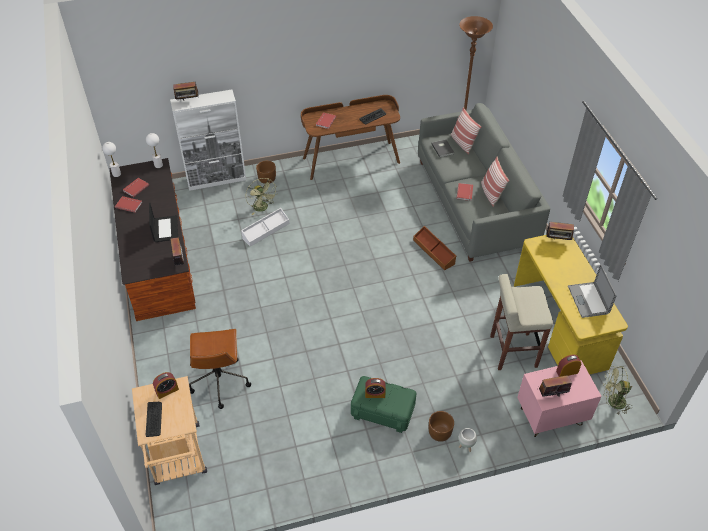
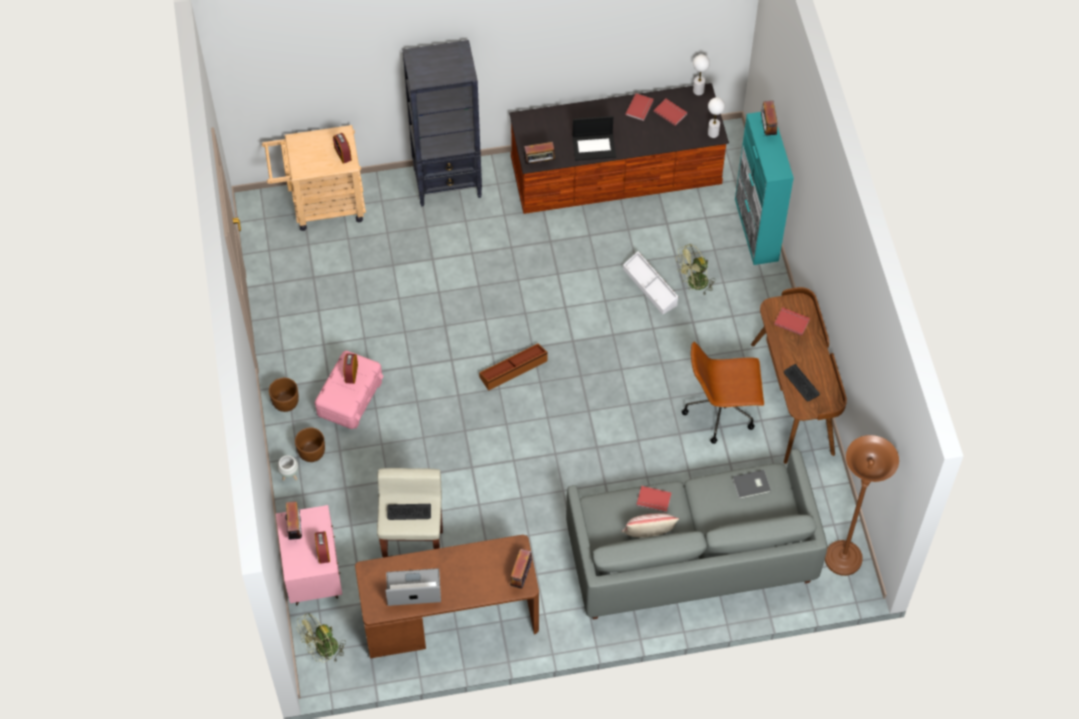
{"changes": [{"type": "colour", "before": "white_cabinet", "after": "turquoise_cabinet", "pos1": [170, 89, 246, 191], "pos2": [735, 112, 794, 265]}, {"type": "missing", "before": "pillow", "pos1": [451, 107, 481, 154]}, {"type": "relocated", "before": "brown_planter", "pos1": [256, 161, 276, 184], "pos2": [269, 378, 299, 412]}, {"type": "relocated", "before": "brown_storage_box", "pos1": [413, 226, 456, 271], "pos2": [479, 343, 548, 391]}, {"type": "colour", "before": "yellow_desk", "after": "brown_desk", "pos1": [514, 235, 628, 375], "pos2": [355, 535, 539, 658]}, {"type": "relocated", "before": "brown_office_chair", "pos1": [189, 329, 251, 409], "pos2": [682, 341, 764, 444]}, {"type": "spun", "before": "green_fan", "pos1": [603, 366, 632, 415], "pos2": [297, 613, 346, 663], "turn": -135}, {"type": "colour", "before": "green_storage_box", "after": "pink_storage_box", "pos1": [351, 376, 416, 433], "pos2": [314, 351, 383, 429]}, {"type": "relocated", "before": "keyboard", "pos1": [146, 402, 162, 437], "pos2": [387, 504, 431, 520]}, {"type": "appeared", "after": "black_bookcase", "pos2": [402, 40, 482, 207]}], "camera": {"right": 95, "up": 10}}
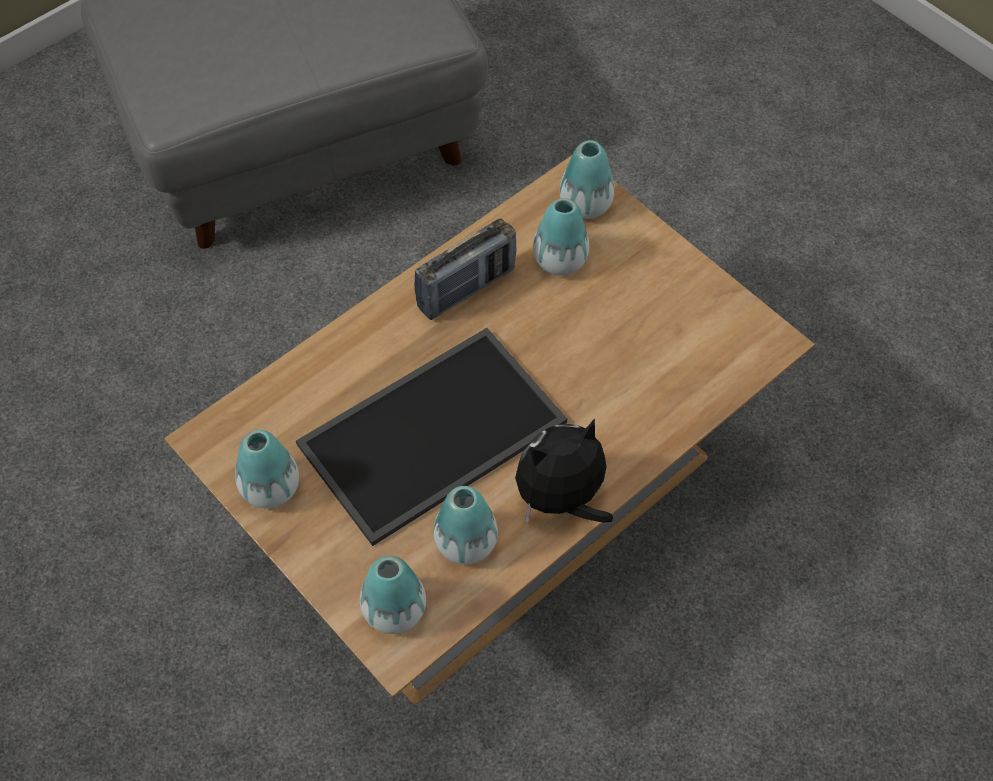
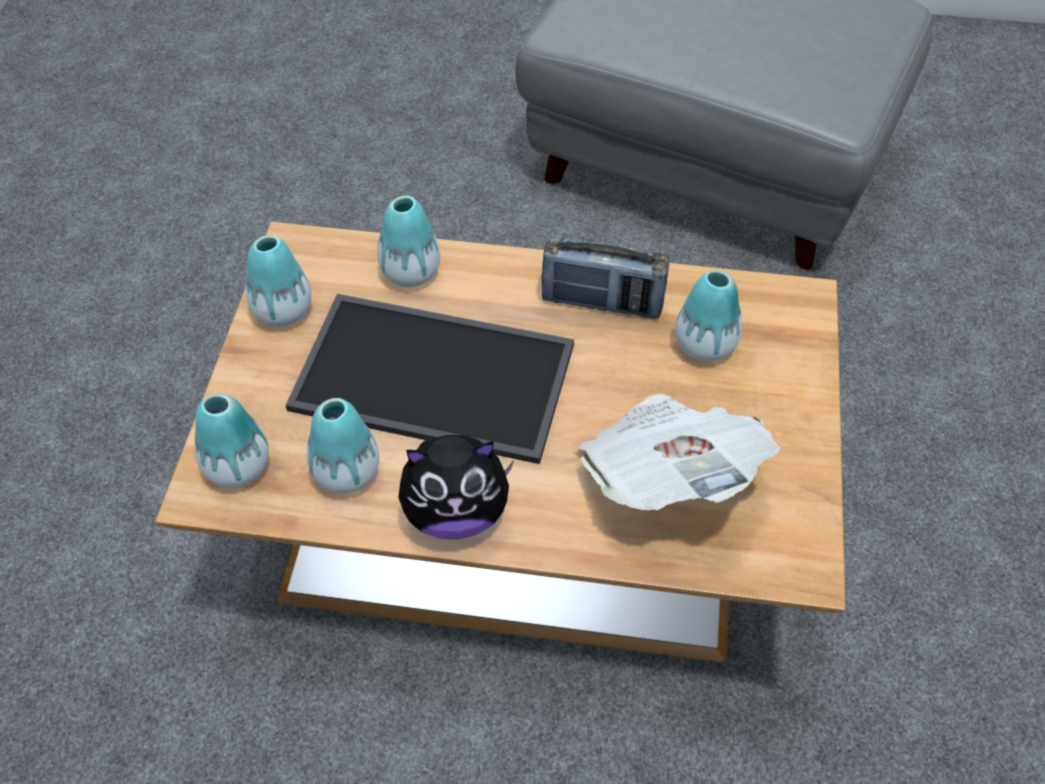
{"changes": [{"type": "relocated", "before": "vase", "pos1": [560, 140, 614, 219], "pos2": [377, 196, 440, 287]}, {"type": "spun", "before": "plush_toy", "pos1": [515, 418, 613, 524], "pos2": [398, 435, 514, 540], "turn": 150}, {"type": "appeared", "after": "newspaper", "pos2": [577, 394, 780, 510]}], "camera": {"right": 50, "up": -5}}
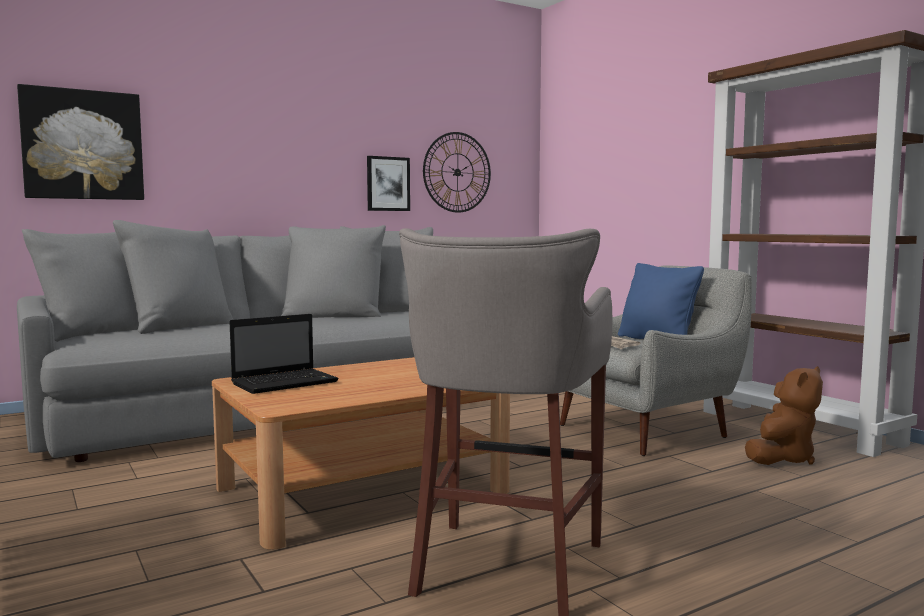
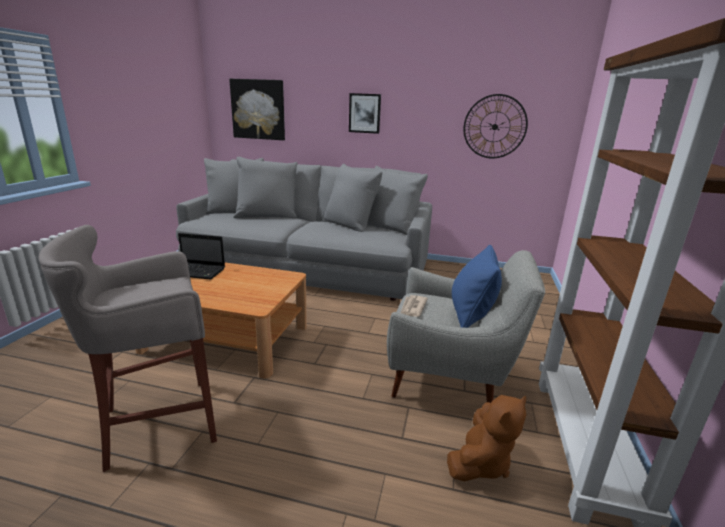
{"changes": [{"type": "relocated", "before": "picture", "pos1": [367, 156, 410, 211], "pos2": [349, 93, 381, 134]}, {"type": "spun", "before": "brown_plush_toy", "pos1": [745, 366, 823, 465], "pos2": [447, 395, 526, 482], "turn": -45}], "camera": {"right": 45, "up": 15}}
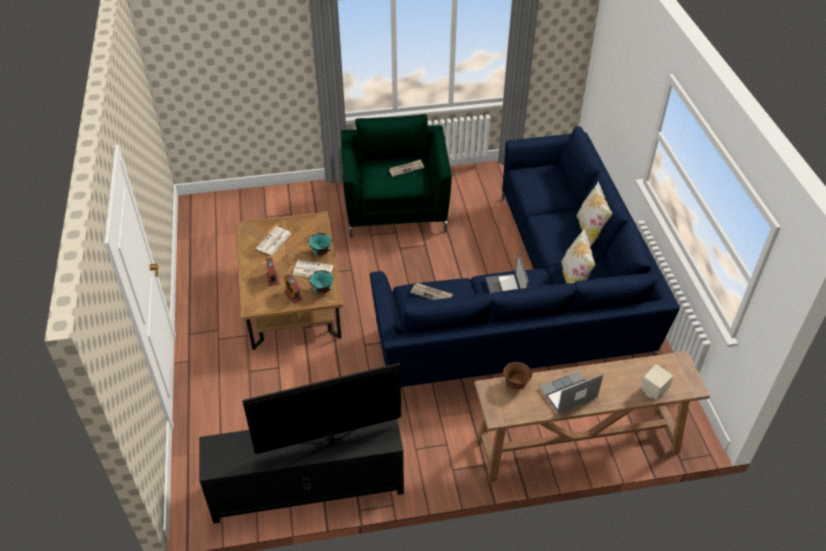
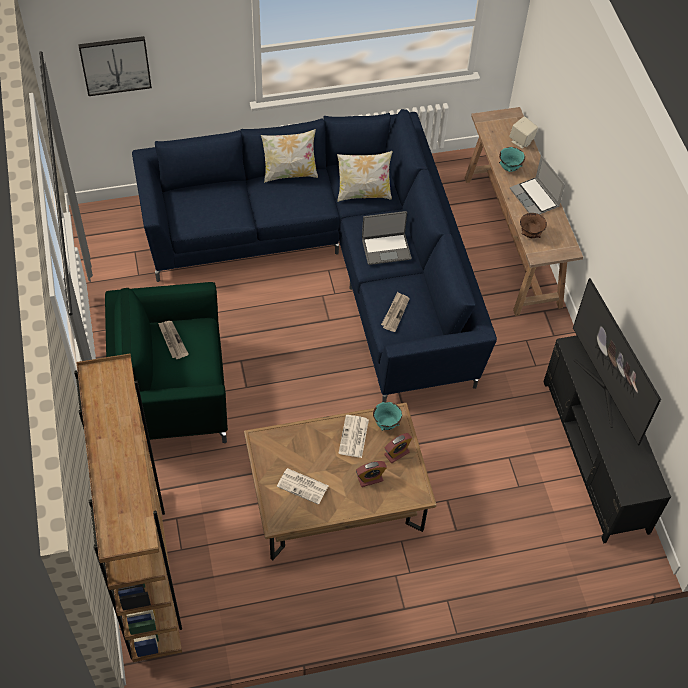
{"changes": [{"type": "relocated", "before": "turquoise_bowl", "pos1": [308, 233, 332, 256], "pos2": [499, 147, 525, 172]}, {"type": "appeared", "after": "picture", "pos2": [78, 36, 152, 96]}, {"type": "appeared", "after": "brown_bookcase", "pos2": [74, 353, 182, 662]}], "camera": {"right": -95, "up": 10}}
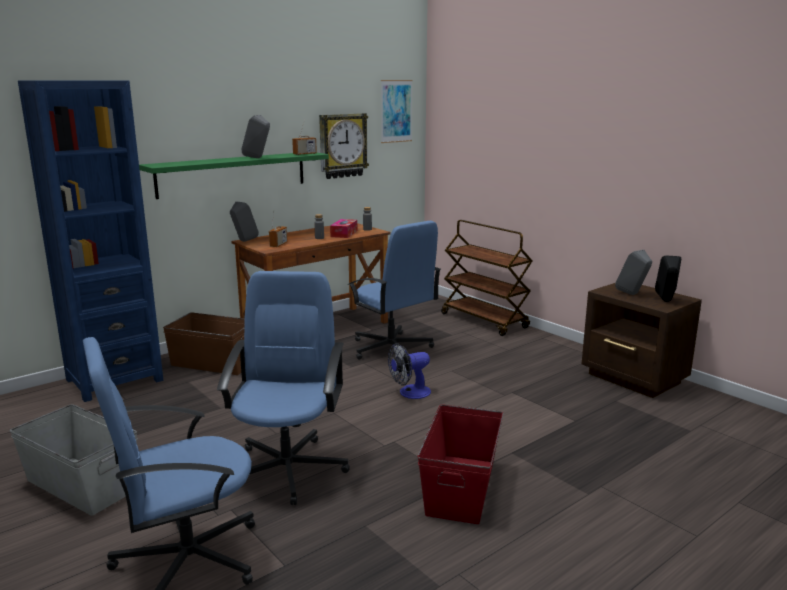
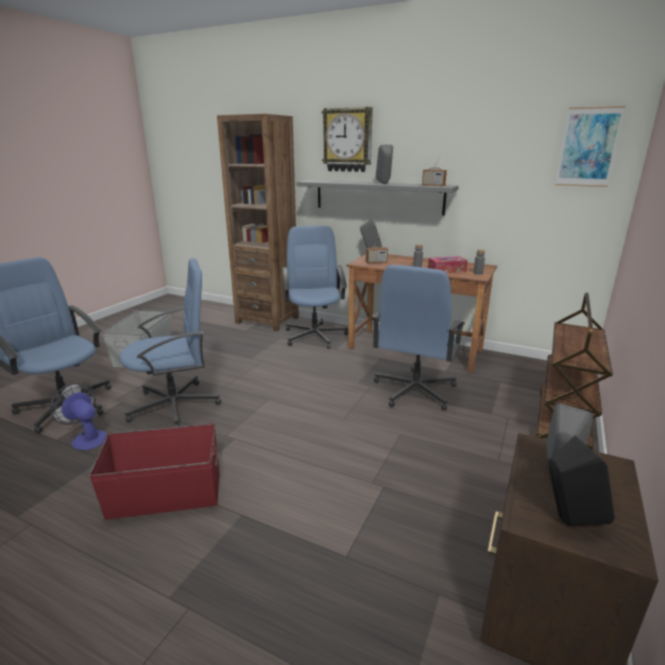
{"changes": [{"type": "colour", "before": "blue_bookcase", "after": "brown_bookcase", "pos1": [18, 80, 163, 402], "pos2": [217, 114, 299, 331]}, {"type": "relocated", "before": "wall_clock", "pos1": [319, 113, 369, 179], "pos2": [322, 107, 373, 172]}, {"type": "colour", "before": "green_shelf", "after": "grey_shelf", "pos1": [139, 153, 329, 199], "pos2": [296, 180, 459, 216]}, {"type": "exchanged", "before": "brown_storage_box", "after": "blue_office_chair", "pos1": [163, 312, 244, 375], "pos2": [282, 226, 348, 349]}, {"type": "relocated", "before": "fan", "pos1": [388, 343, 431, 399], "pos2": [49, 383, 107, 450]}], "camera": {"right": 65, "up": 5}}
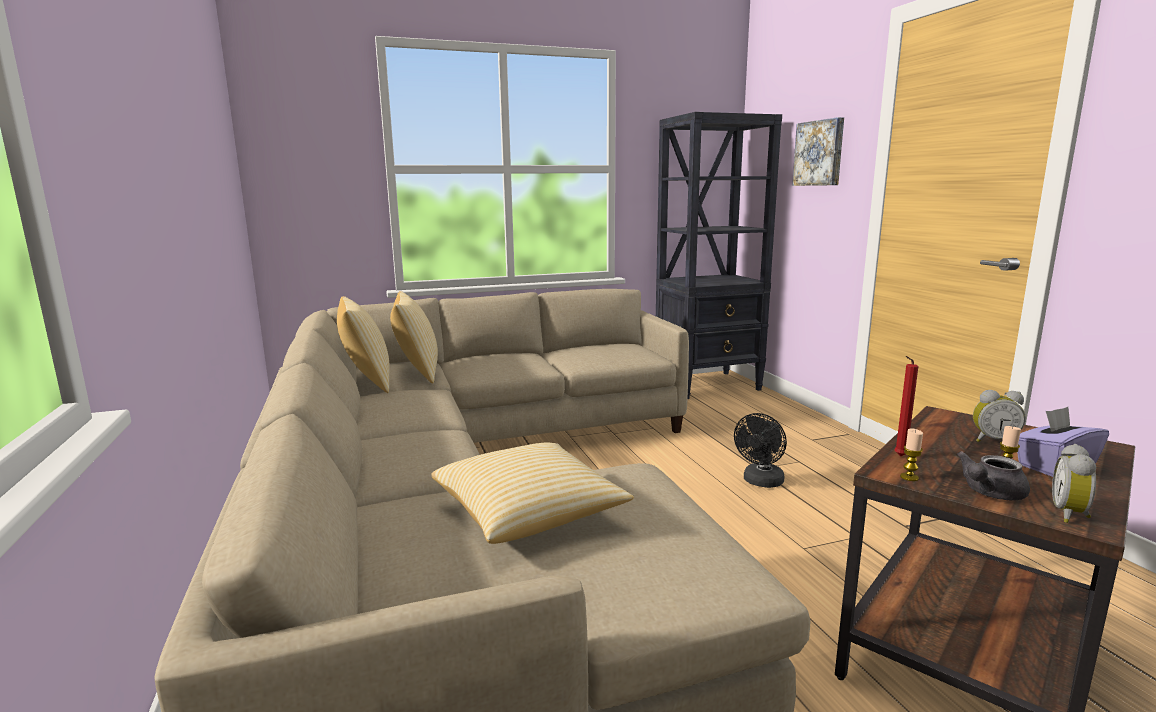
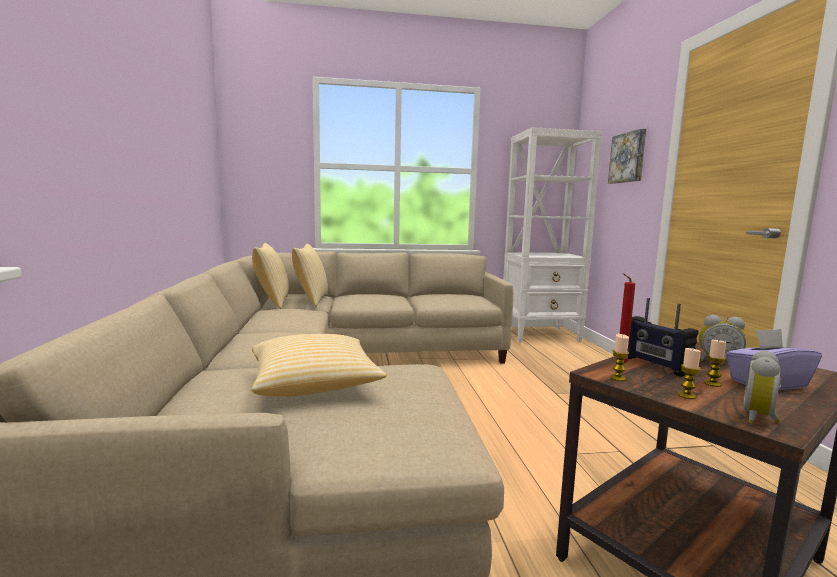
{"changes": [{"type": "colour", "before": "black_bookcase", "after": "white_bookcase", "pos1": [656, 112, 782, 399], "pos2": [503, 127, 602, 343]}, {"type": "missing", "before": "black_fan", "pos1": [734, 413, 787, 488]}, {"type": "exchanged", "before": "grey_teapot", "after": "candle", "pos1": [957, 451, 1030, 500], "pos2": [677, 348, 701, 399]}, {"type": "appeared", "after": "radio", "pos2": [628, 298, 698, 377]}], "camera": {"right": 10, "up": -5}}
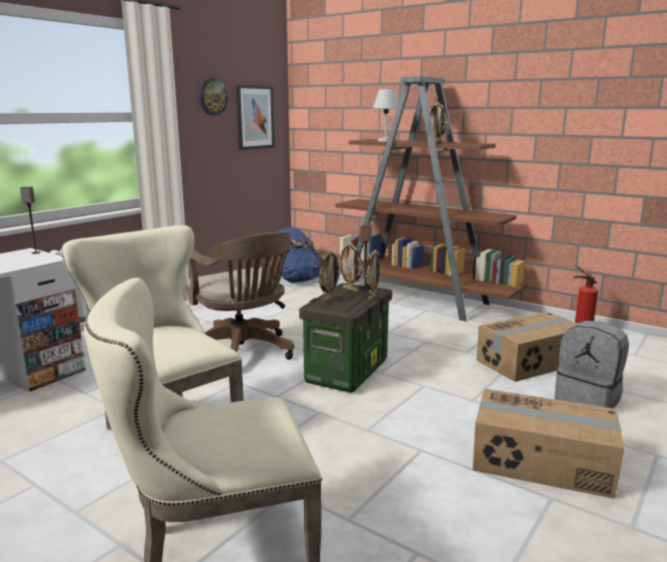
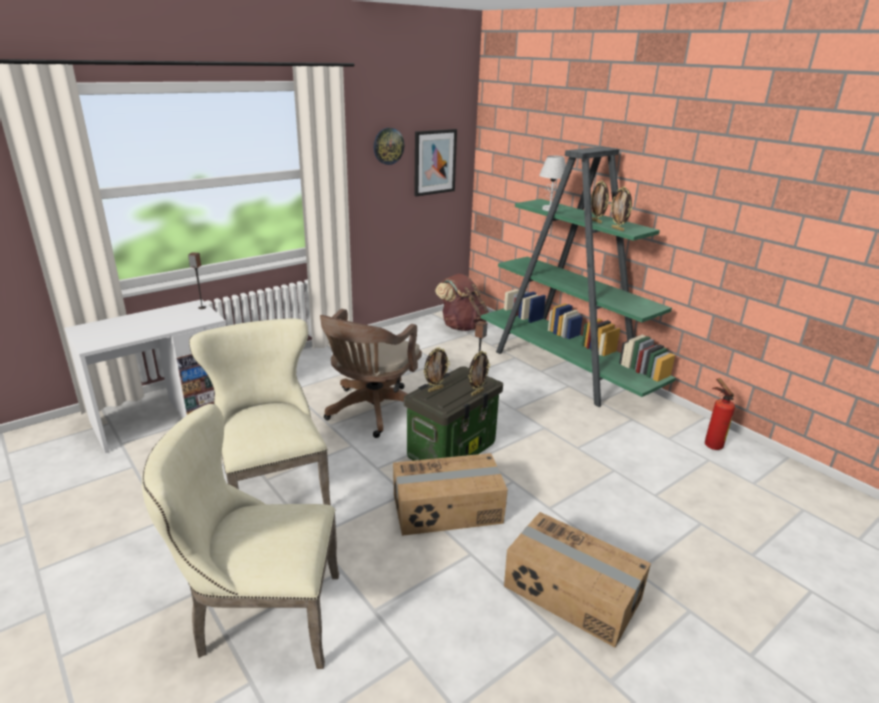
{"changes": [{"type": "colour", "before": "brown_bookcase", "after": "green_bookcase", "pos1": [320, 76, 528, 321], "pos2": [481, 147, 676, 407]}, {"type": "colour", "before": "blue_backpack", "after": "brown_backpack", "pos1": [277, 227, 322, 283], "pos2": [435, 273, 489, 331]}, {"type": "spun", "before": "brown_office_chair", "pos1": [185, 232, 294, 360], "pos2": [320, 309, 422, 438], "turn": 45}, {"type": "relocated", "before": "picture_frame", "pos1": [338, 243, 362, 292], "pos2": [611, 186, 632, 231]}, {"type": "relocated", "before": "cardboard_box", "pos1": [477, 312, 577, 382], "pos2": [393, 453, 508, 536]}, {"type": "missing", "before": "grey_backpack", "pos1": [555, 321, 629, 408]}], "camera": {"right": 15, "up": 10}}
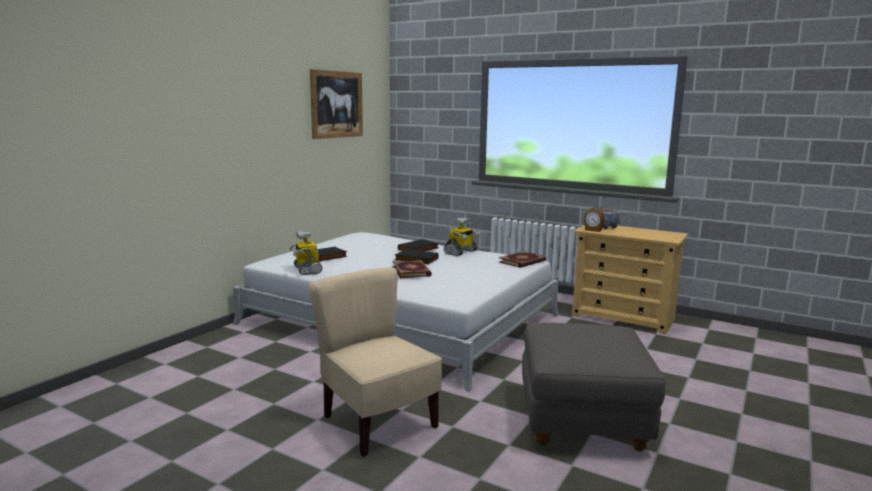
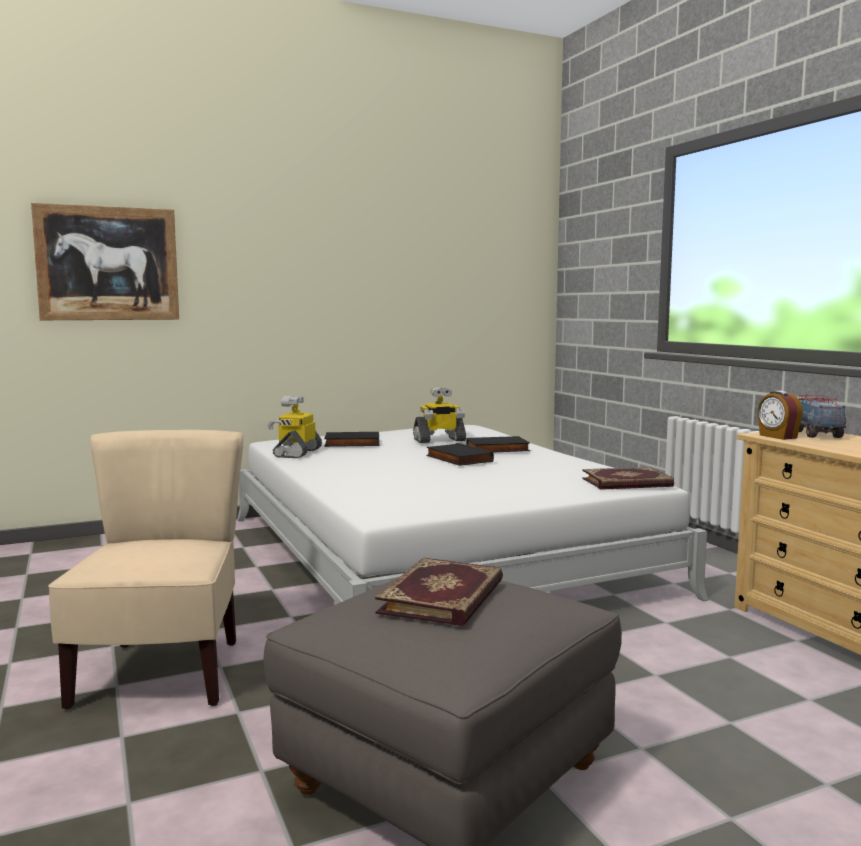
{"changes": [{"type": "relocated", "before": "picture", "pos1": [310, 69, 363, 139], "pos2": [31, 203, 179, 320]}, {"type": "relocated", "before": "toy_robot", "pos1": [444, 218, 480, 256], "pos2": [413, 387, 466, 443]}, {"type": "relocated", "before": "book", "pos1": [392, 260, 432, 278], "pos2": [375, 557, 503, 626]}], "camera": {"right": 35, "up": -5}}
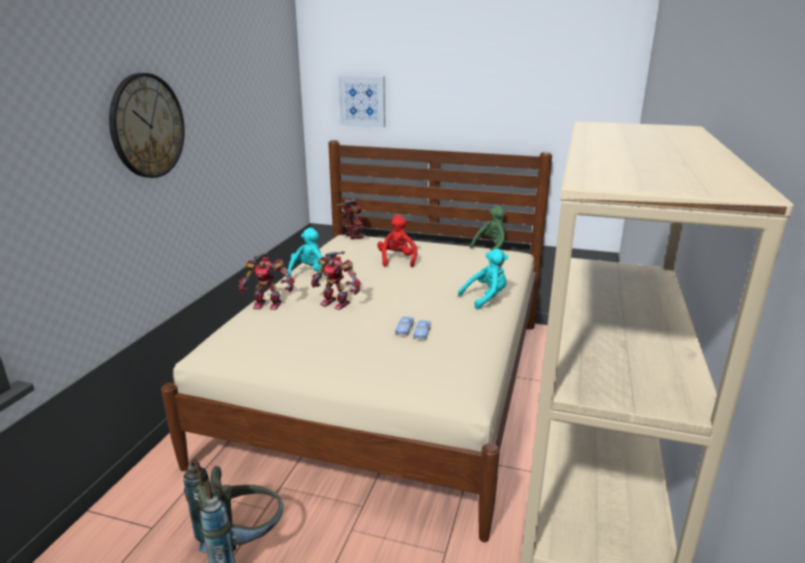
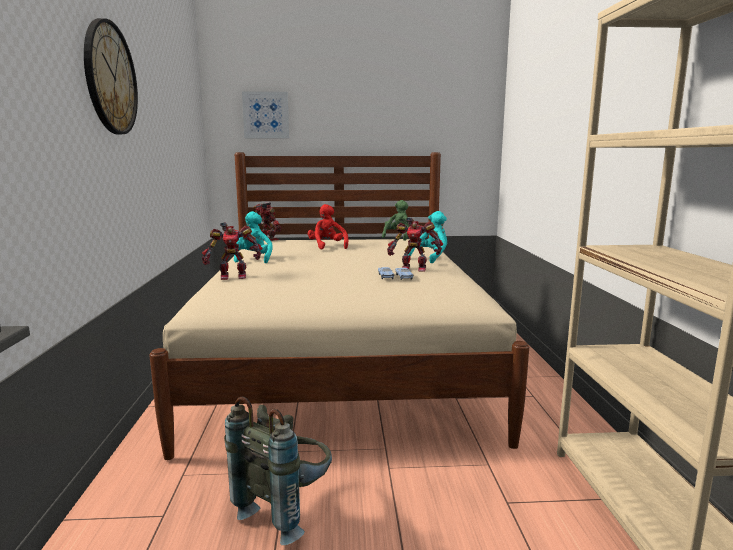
{"changes": [{"type": "relocated", "before": "toy_robot", "pos1": [311, 251, 361, 310], "pos2": [387, 217, 443, 272]}], "camera": {"right": -20, "up": -10}}
